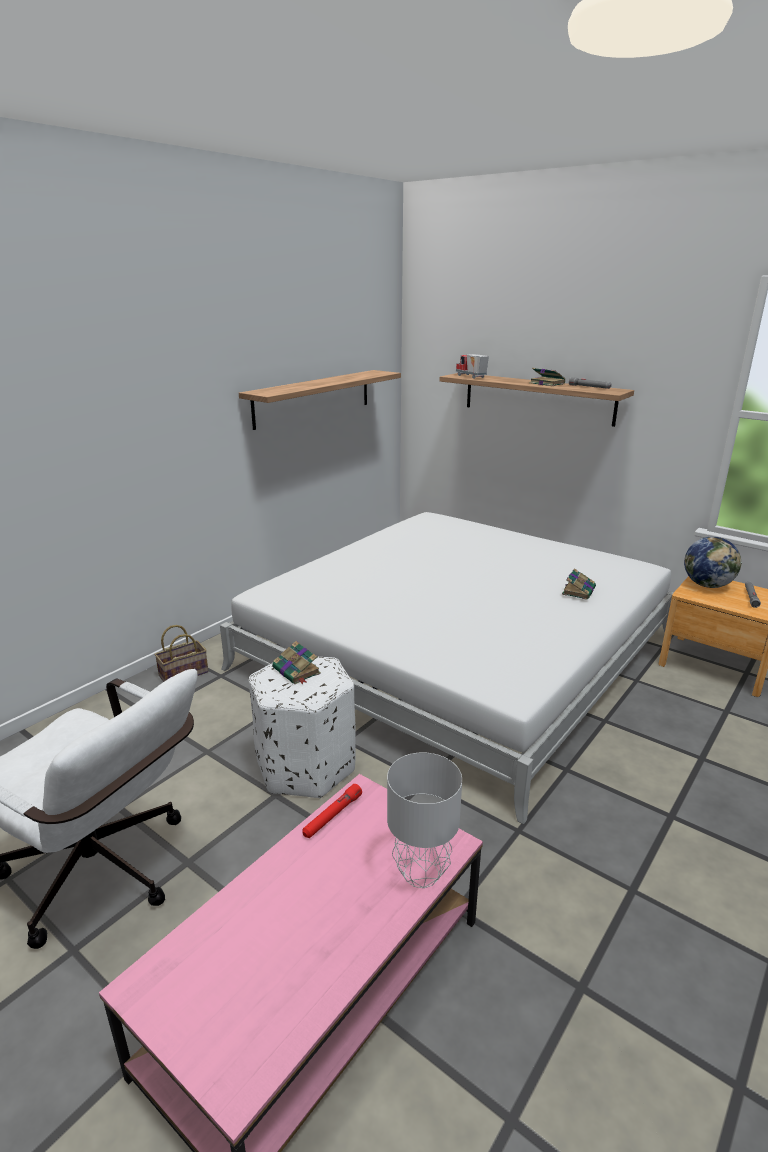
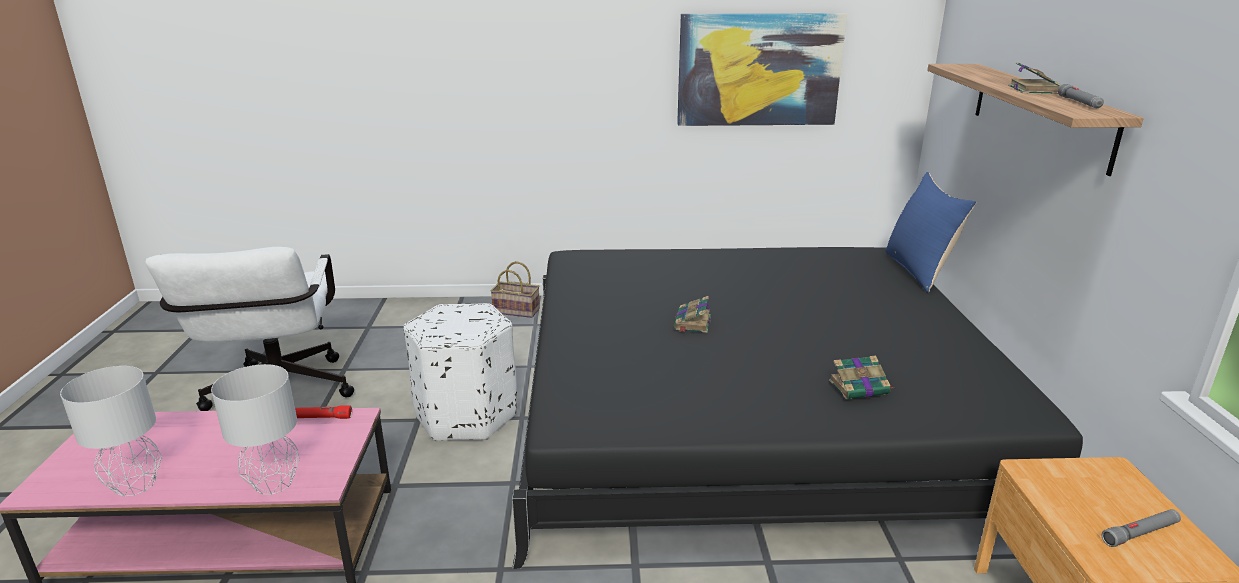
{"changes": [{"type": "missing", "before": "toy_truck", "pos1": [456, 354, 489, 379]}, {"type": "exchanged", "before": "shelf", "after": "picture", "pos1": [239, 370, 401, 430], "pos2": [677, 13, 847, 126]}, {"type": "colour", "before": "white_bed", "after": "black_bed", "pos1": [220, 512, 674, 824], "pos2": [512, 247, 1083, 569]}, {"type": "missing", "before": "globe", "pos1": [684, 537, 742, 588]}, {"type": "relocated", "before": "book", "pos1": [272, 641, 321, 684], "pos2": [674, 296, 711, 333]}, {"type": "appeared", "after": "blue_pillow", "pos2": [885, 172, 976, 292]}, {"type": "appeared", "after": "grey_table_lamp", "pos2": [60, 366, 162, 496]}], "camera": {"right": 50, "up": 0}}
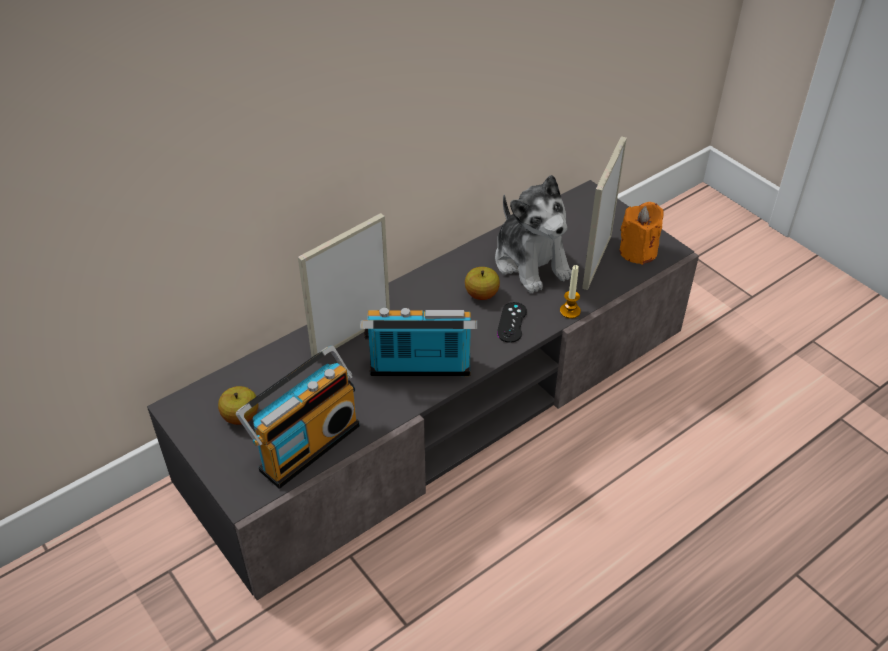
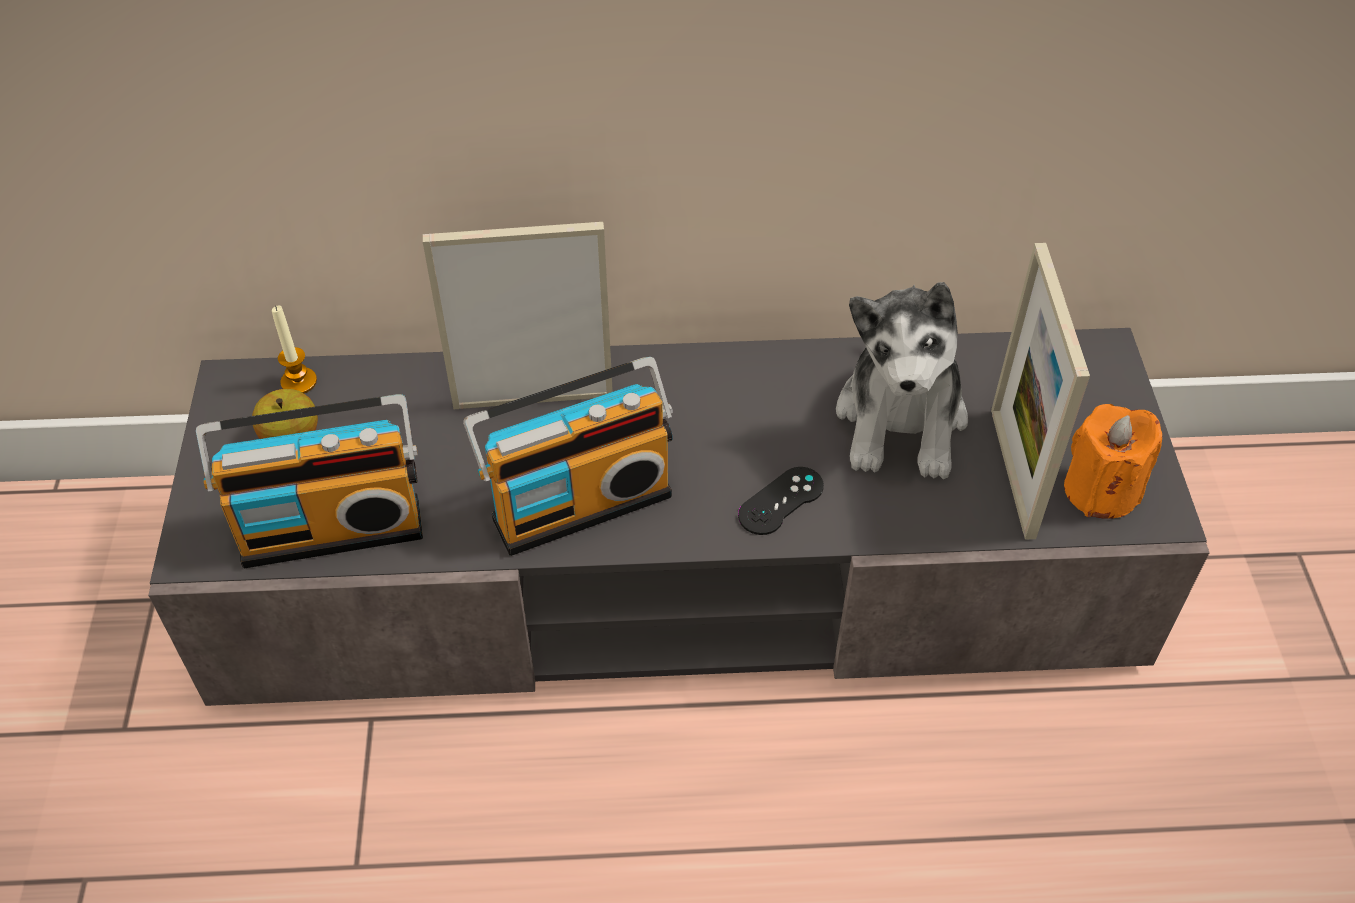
{"changes": [{"type": "spun", "before": "picture_frame", "pos1": [582, 136, 627, 290], "pos2": [991, 243, 1090, 540], "turn": -60}, {"type": "relocated", "before": "candle", "pos1": [560, 265, 581, 319], "pos2": [272, 305, 317, 393]}, {"type": "missing", "before": "apple", "pos1": [465, 267, 500, 300]}, {"type": "spun", "before": "radio", "pos1": [360, 308, 477, 376], "pos2": [463, 357, 673, 556], "turn": 120}], "camera": {"right": 35, "up": 5}}
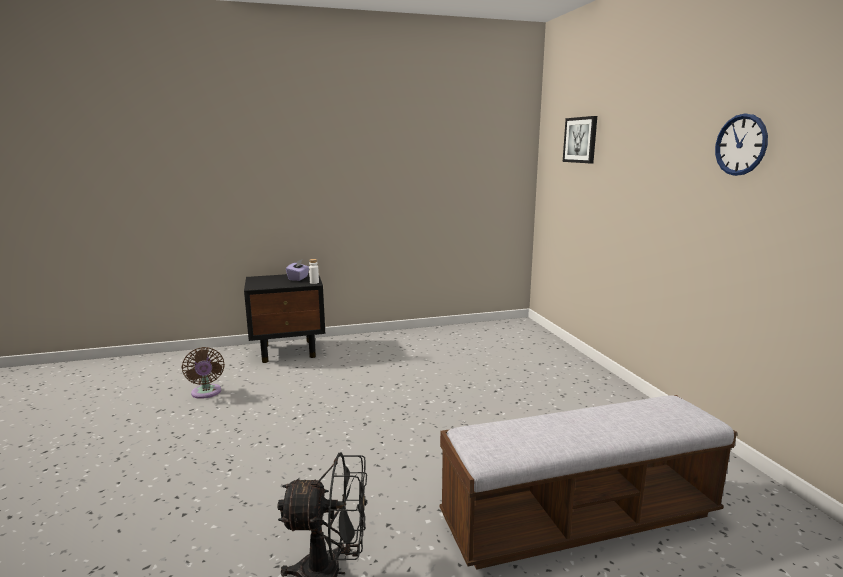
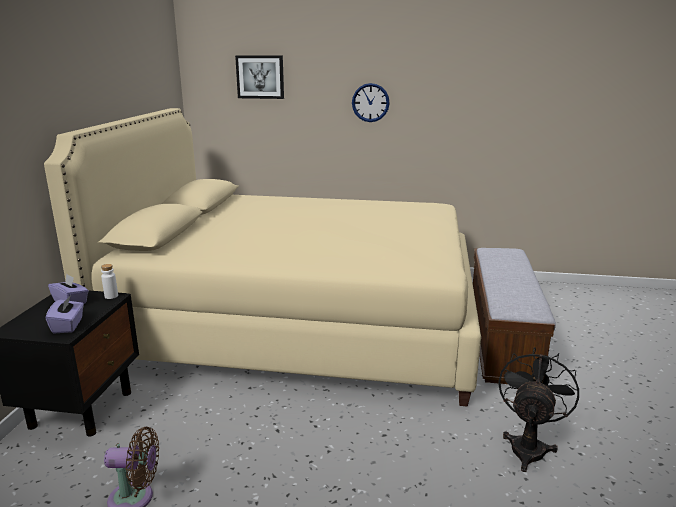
{"changes": [{"type": "relocated", "before": "wall_clock", "pos1": [715, 114, 768, 176], "pos2": [352, 83, 390, 122]}, {"type": "appeared", "after": "beige_bed", "pos2": [44, 108, 481, 407]}, {"type": "appeared", "after": "purple_tissue_box", "pos2": [45, 295, 84, 333]}], "camera": {"right": -65, "up": 5}}
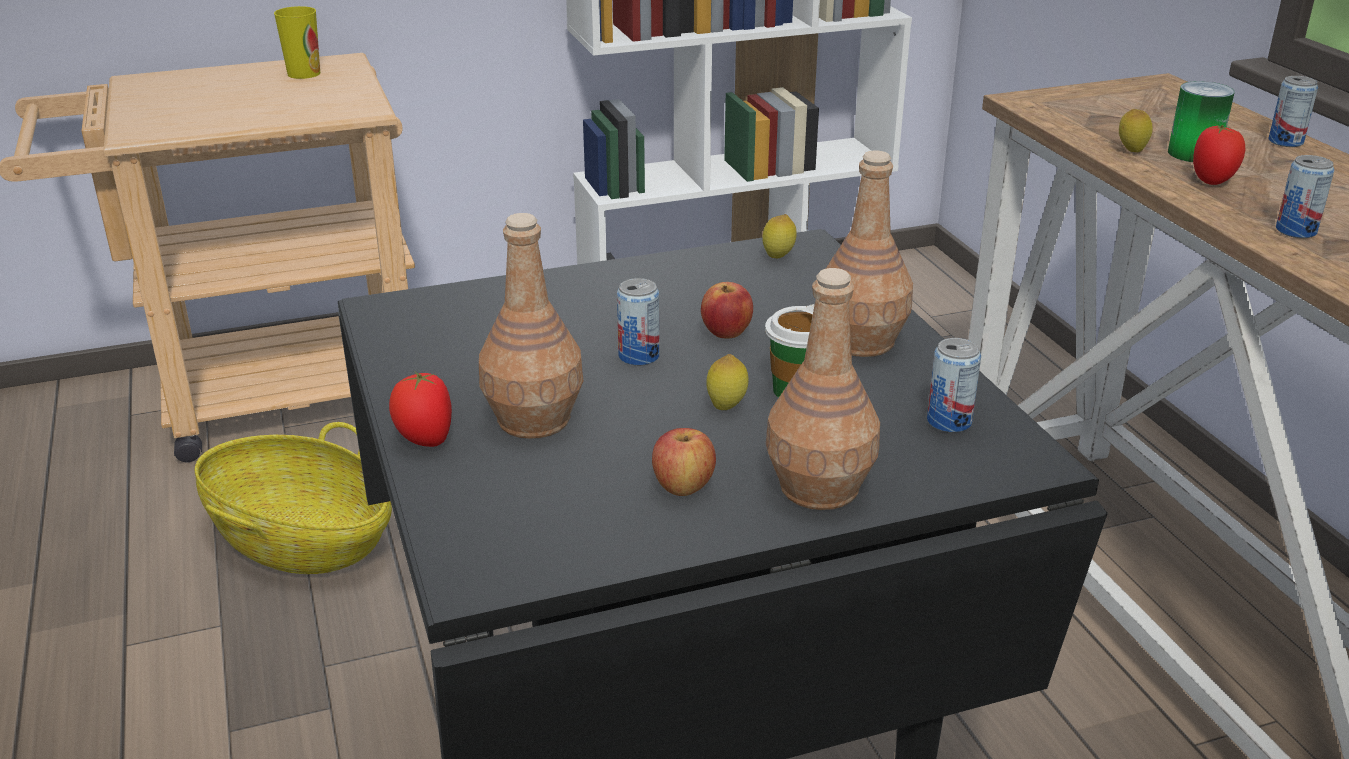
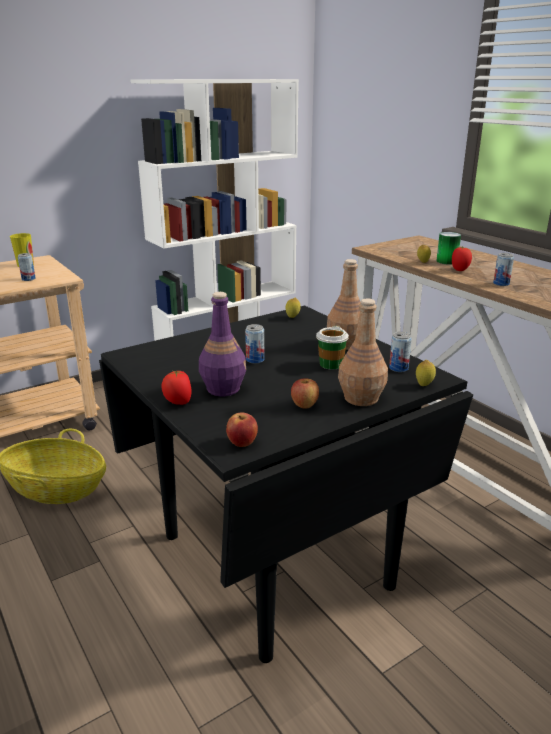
{"changes": [{"type": "relocated", "before": "can", "pos1": [1268, 76, 1318, 147], "pos2": [18, 253, 36, 281]}, {"type": "colour", "before": "brown_bottle", "after": "purple_bottle", "pos1": [479, 213, 583, 439], "pos2": [199, 292, 246, 396]}, {"type": "relocated", "before": "apple", "pos1": [701, 282, 753, 339], "pos2": [226, 413, 258, 447]}, {"type": "relocated", "before": "lemon", "pos1": [706, 354, 749, 410], "pos2": [416, 360, 436, 386]}], "camera": {"right": -15, "up": -5}}
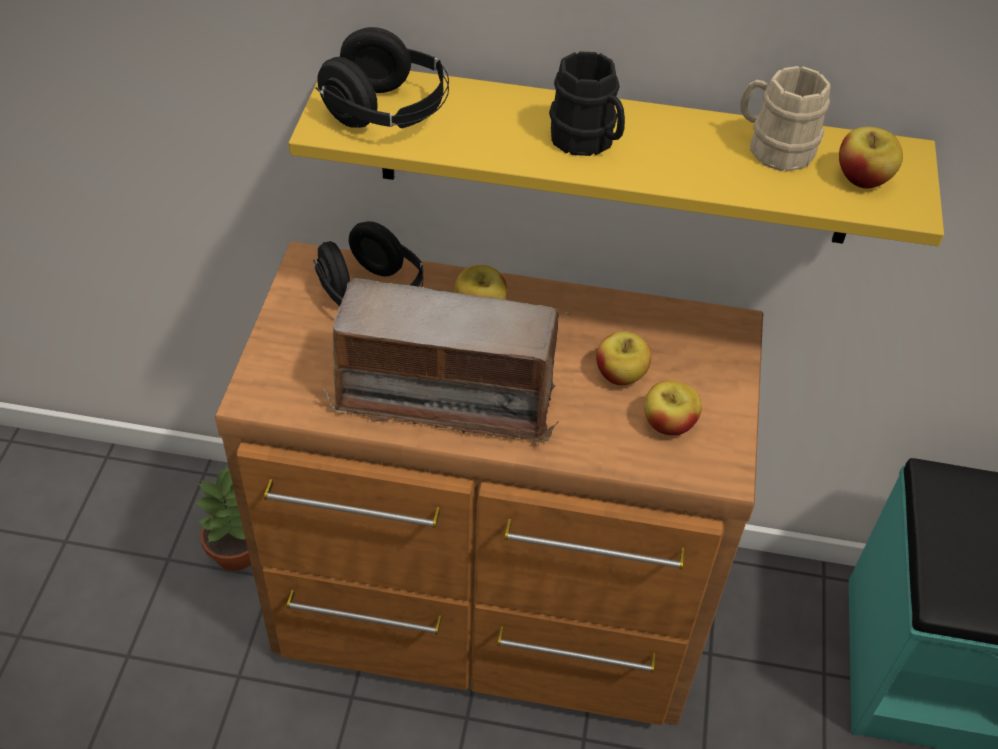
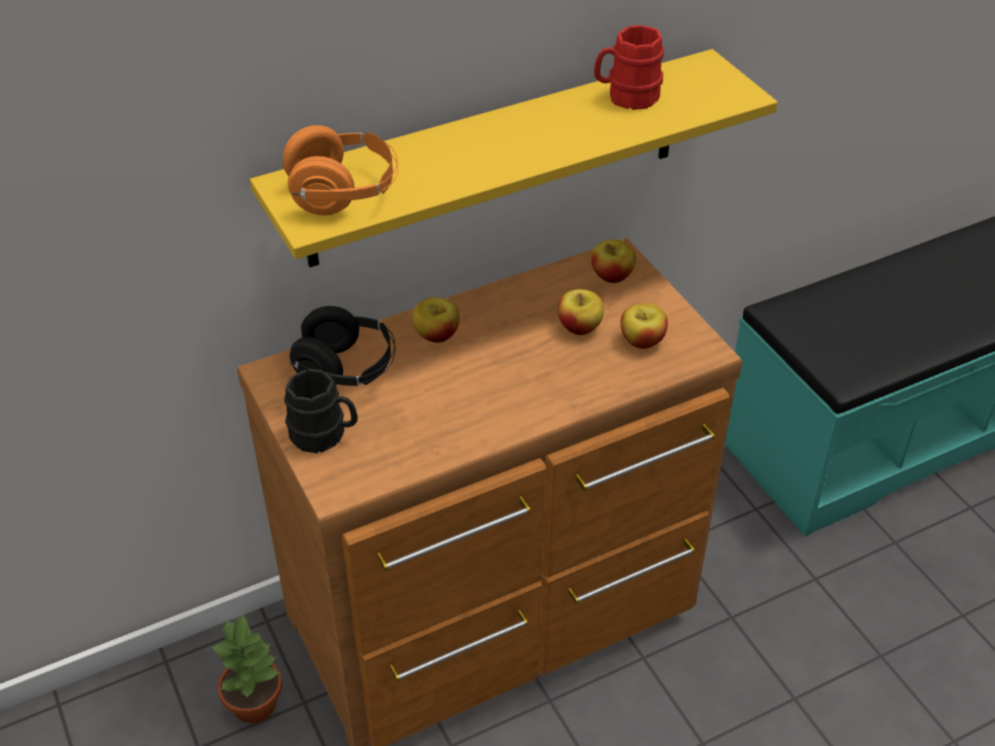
{"changes": [{"type": "colour", "before": "black_headphones", "after": "orange_headphones", "pos1": [315, 27, 449, 128], "pos2": [283, 125, 398, 215]}, {"type": "relocated", "before": "black_mug", "pos1": [549, 52, 625, 156], "pos2": [284, 369, 358, 453]}, {"type": "colour", "before": "beige_mug", "after": "red_mug", "pos1": [740, 66, 831, 171], "pos2": [594, 25, 664, 110]}, {"type": "relocated", "before": "apple", "pos1": [839, 127, 903, 189], "pos2": [591, 239, 636, 283]}, {"type": "missing", "before": "radio", "pos1": [324, 278, 570, 445]}], "camera": {"right": -35, "up": -5}}
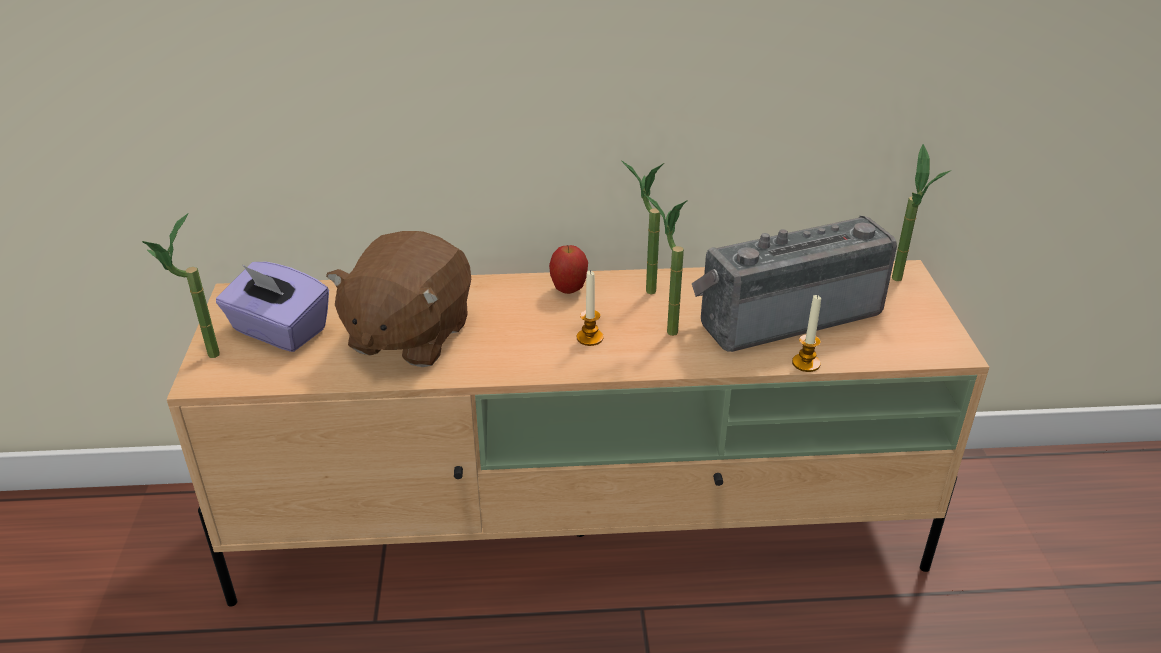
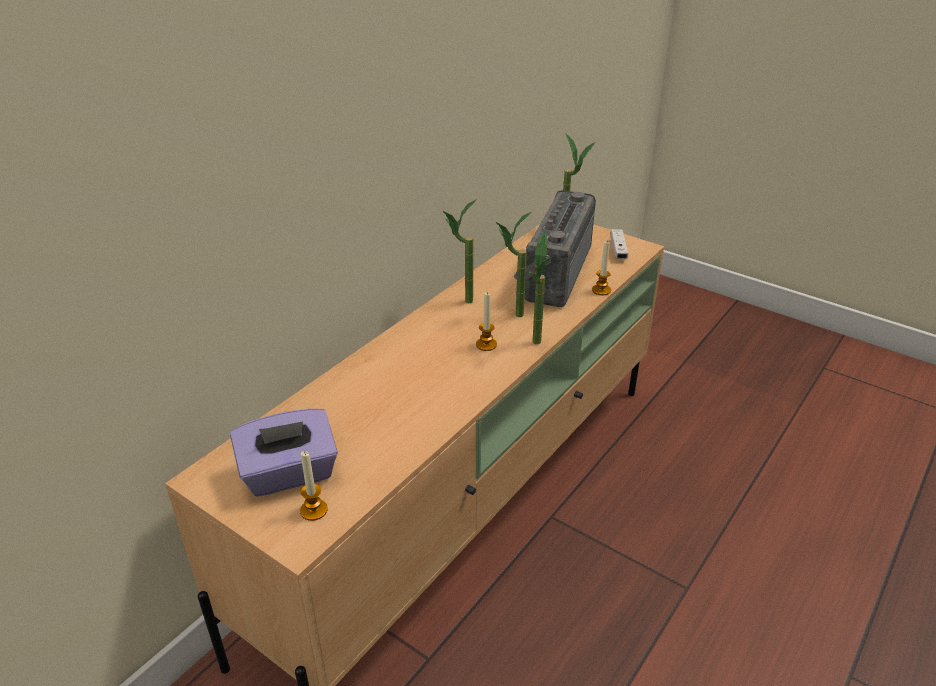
{"changes": [{"type": "relocated", "before": "potted_plant", "pos1": [142, 213, 220, 358], "pos2": [527, 231, 554, 344]}, {"type": "missing", "before": "brown_plush_toy", "pos1": [326, 231, 471, 367]}, {"type": "missing", "before": "apple", "pos1": [549, 245, 588, 294]}, {"type": "appeared", "after": "white_game_controller", "pos2": [610, 229, 628, 259]}, {"type": "appeared", "after": "candle", "pos2": [300, 451, 328, 521]}], "camera": {"right": -50, "up": 0}}
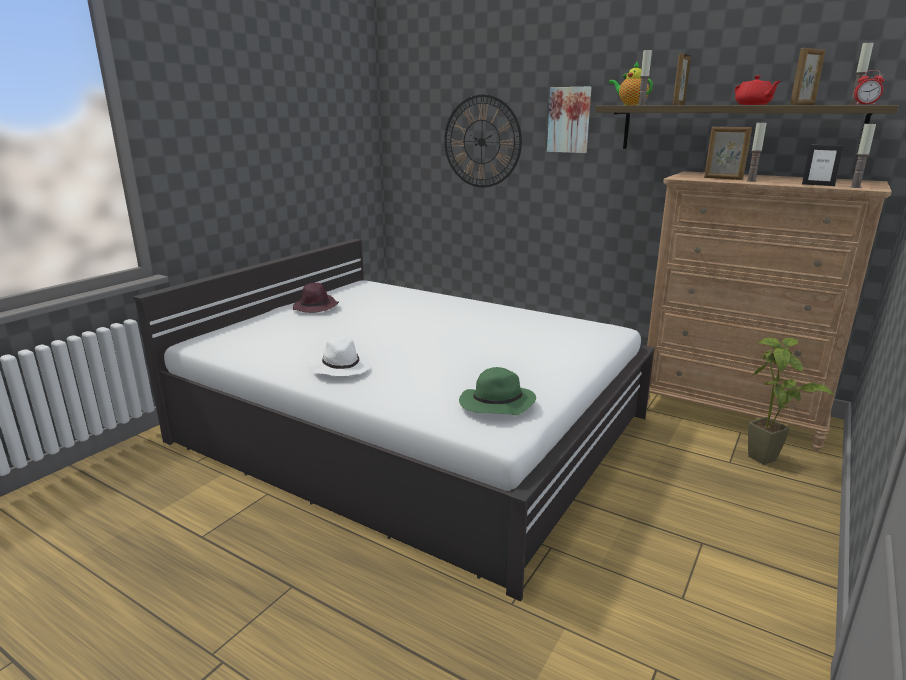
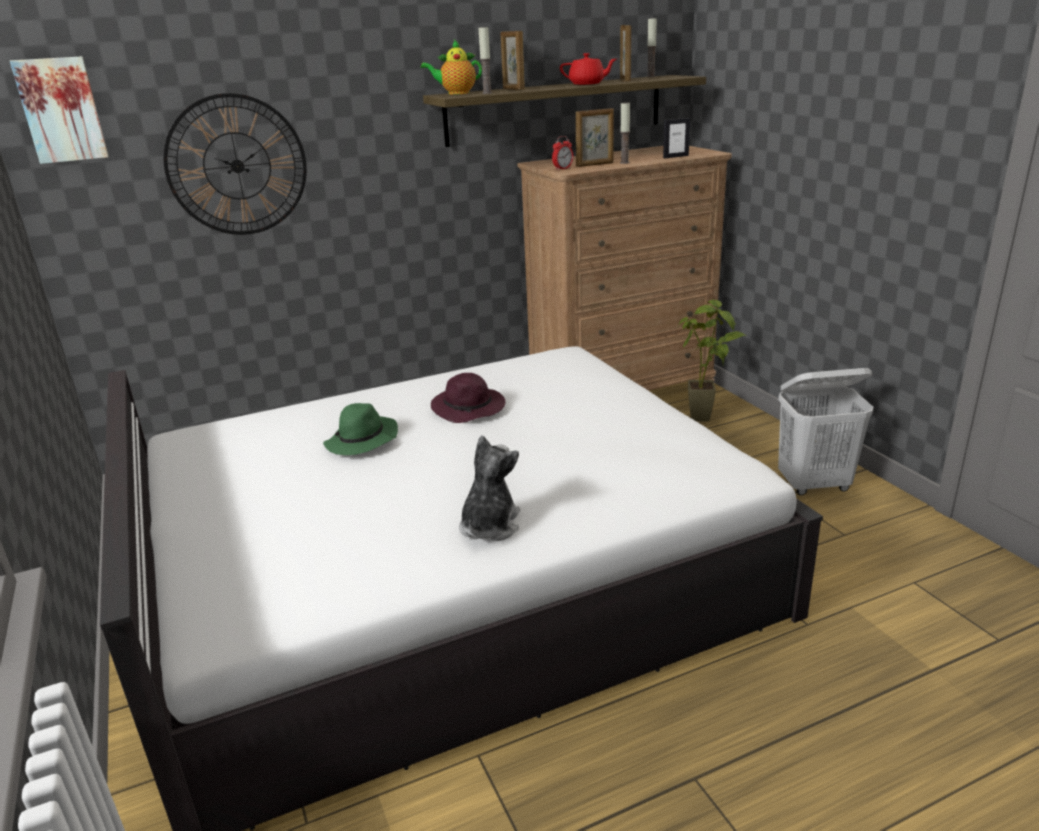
{"changes": [{"type": "relocated", "before": "alarm_clock", "pos1": [854, 70, 884, 105], "pos2": [552, 136, 573, 171]}, {"type": "relocated", "before": "picture", "pos1": [547, 87, 592, 153], "pos2": [10, 56, 109, 164]}, {"type": "missing", "before": "candle", "pos1": [850, 122, 876, 188]}, {"type": "relocated", "before": "purple_hat", "pos1": [293, 283, 339, 313], "pos2": [431, 373, 506, 423]}, {"type": "exchanged", "before": "white_hat", "after": "plush_toy", "pos1": [309, 336, 371, 376], "pos2": [459, 435, 520, 541]}, {"type": "relocated", "before": "green_hat", "pos1": [459, 367, 536, 415], "pos2": [323, 403, 398, 455]}, {"type": "appeared", "after": "white_laundry_basket", "pos2": [778, 368, 874, 495]}], "camera": {"right": -55, "up": 5}}
